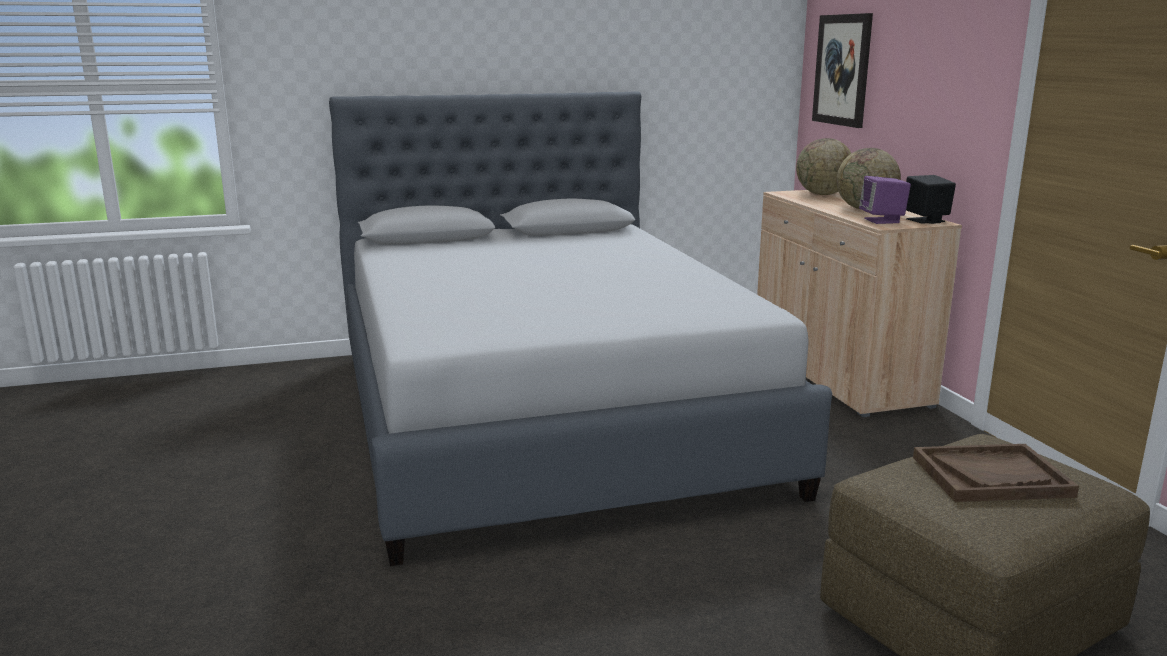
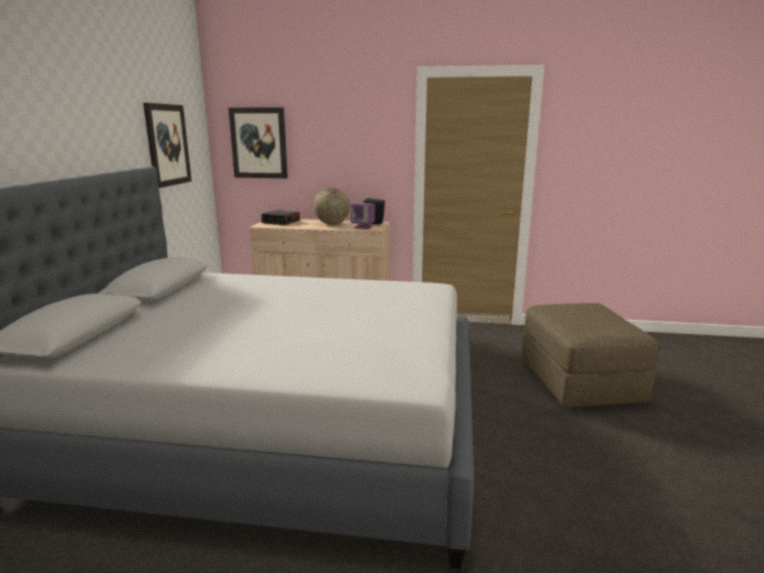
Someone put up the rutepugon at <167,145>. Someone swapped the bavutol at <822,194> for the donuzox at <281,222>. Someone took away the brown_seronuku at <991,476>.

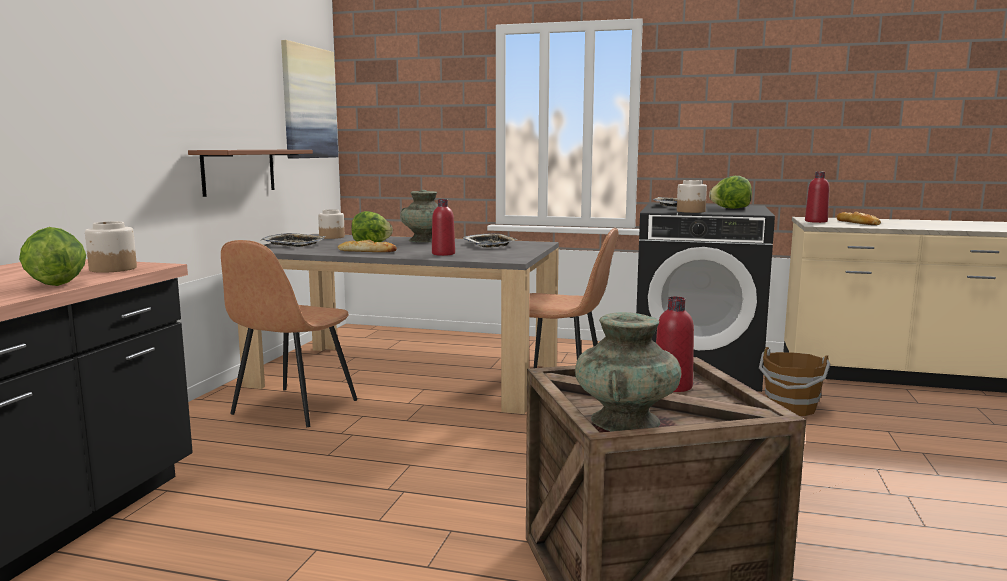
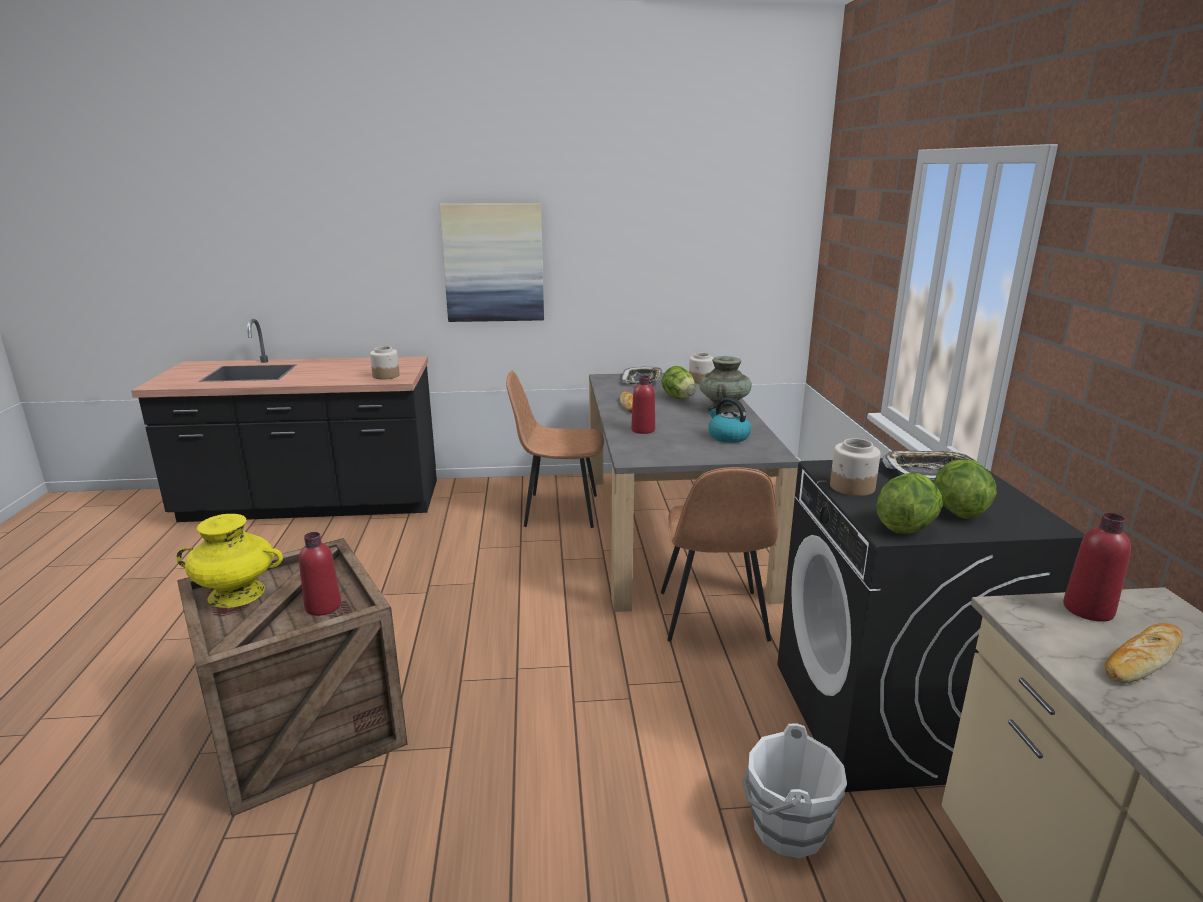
Someone repainted the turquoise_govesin at <625,420>, which became the yellow_govesin at <237,594>. Someone carried the rutepugon from <308,102> to <493,263>. Someone swapped the seronuku at <490,245> for the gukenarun at <728,437>. Someone repainted the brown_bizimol at <791,408>, which became the white_bizimol at <786,827>. Someone carried the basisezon from <56,284> to <905,527>. Someone took away the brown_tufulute at <239,171>.

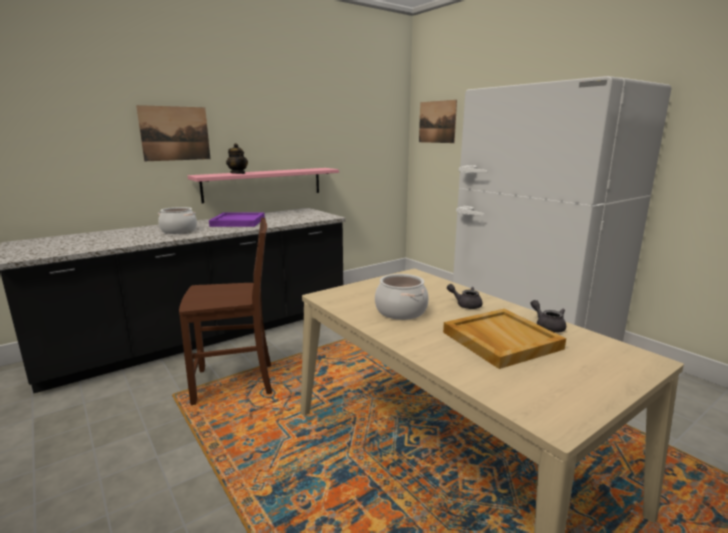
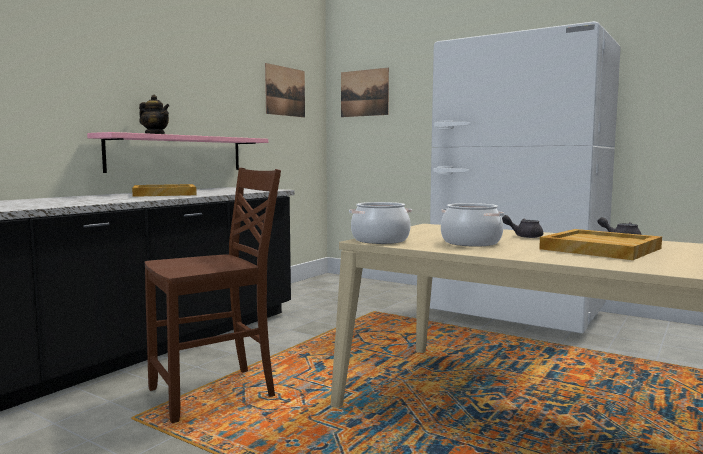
Someone repainted the purple_seronuku at <237,222>, which became the beige_seronuku at <164,194>. Someone carried the rutepugon from <175,133> to <285,91>. Someone carried the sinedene from <179,231> to <380,240>.

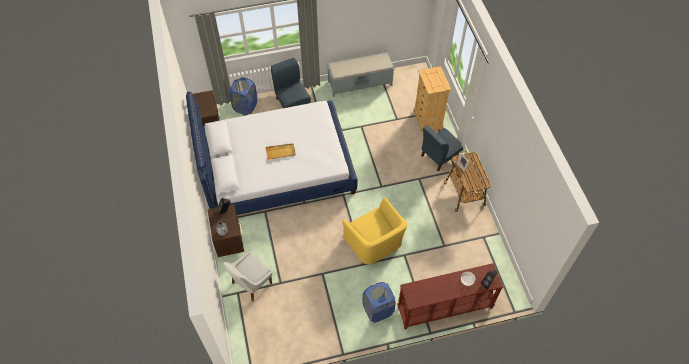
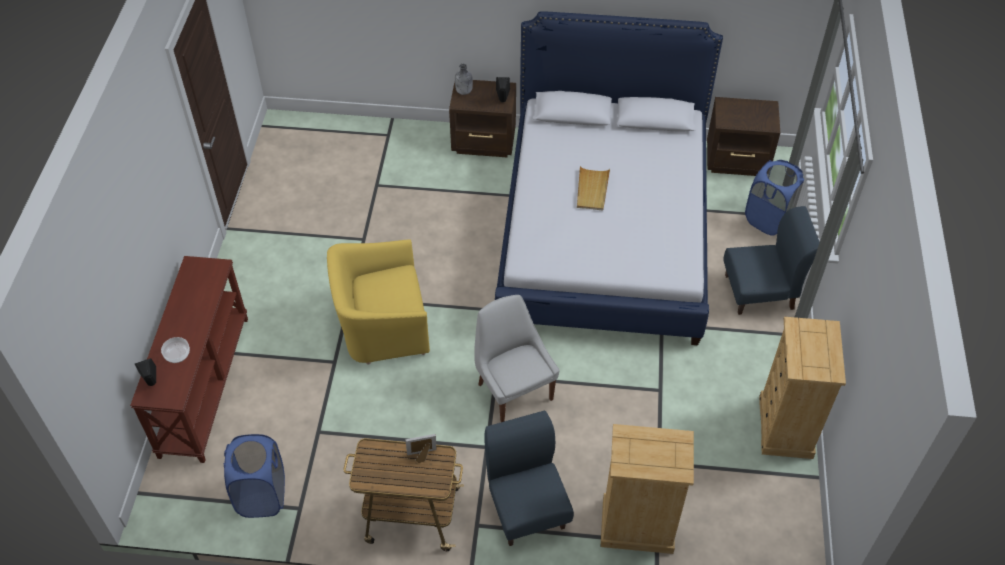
Someone carried the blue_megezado from <377,310> to <262,495>. Someone carried the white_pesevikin from <250,284> to <513,389>. Someone swapped the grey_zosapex at <360,83> for the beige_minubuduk at <785,427>.

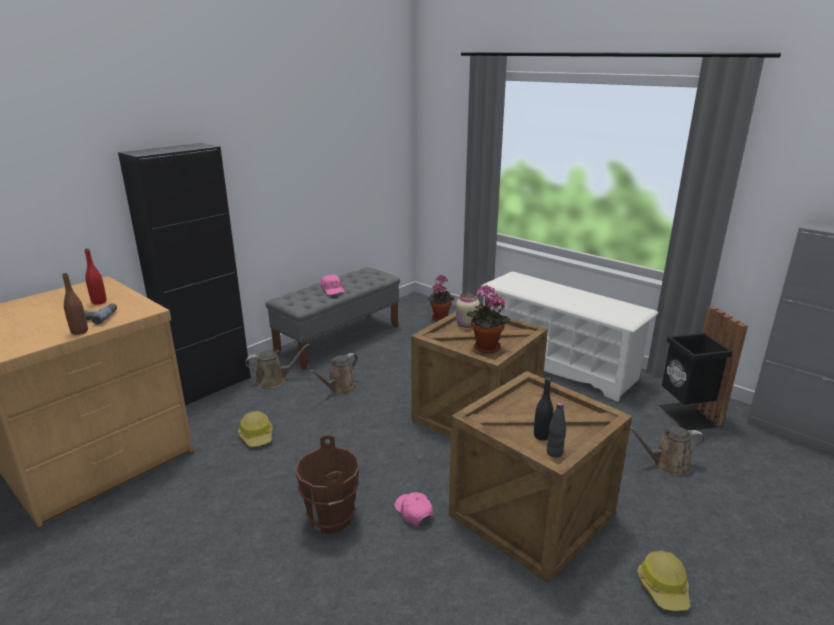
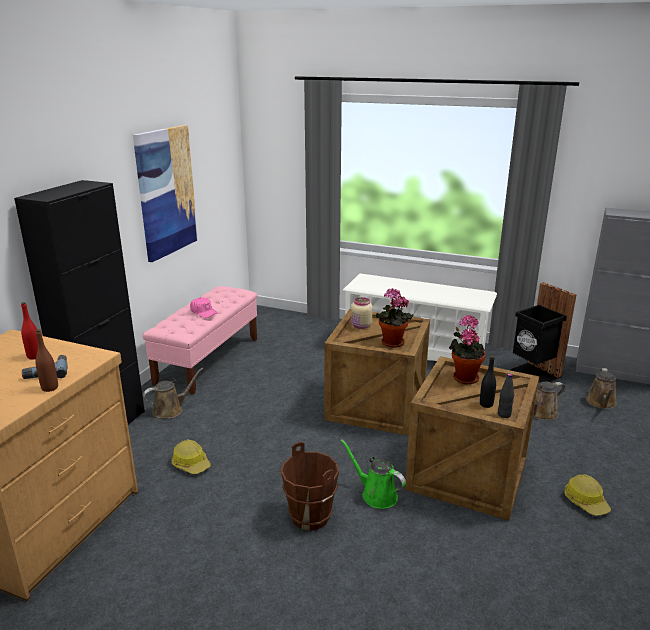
Someone put up the rutepugon at <166,192>. Someone repainted the grey_zosapex at <339,339>, which became the pink_zosapex at <208,360>. Someone swapped the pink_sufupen at <413,512> for the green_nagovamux at <376,495>. Someone carried the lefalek from <440,317> to <464,377>. Someone carried the brown_nagovamux from <340,388> to <601,403>.

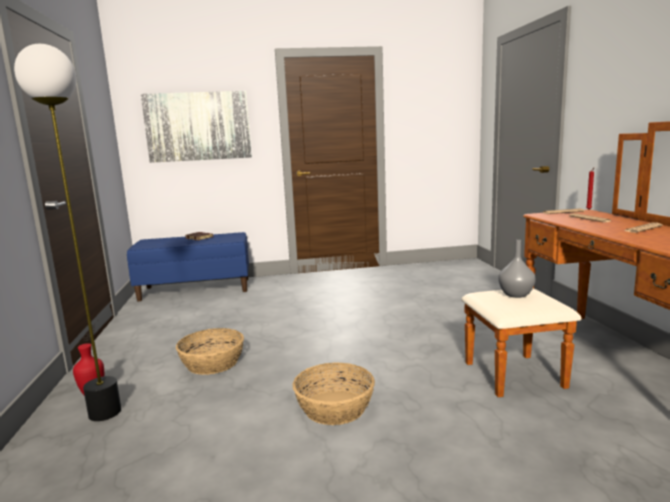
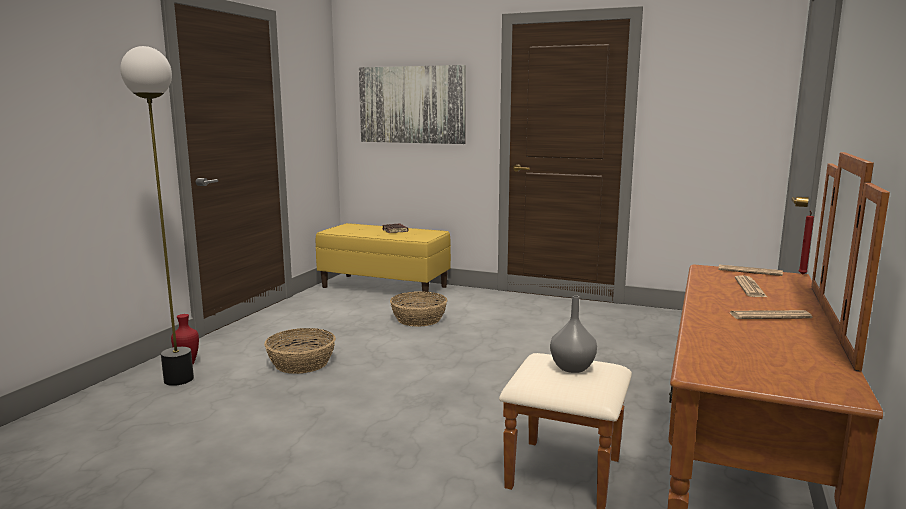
Someone repainted the blue_zosapex at <196,289>, which became the yellow_zosapex at <385,287>. Someone carried the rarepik from <334,407> to <419,319>.

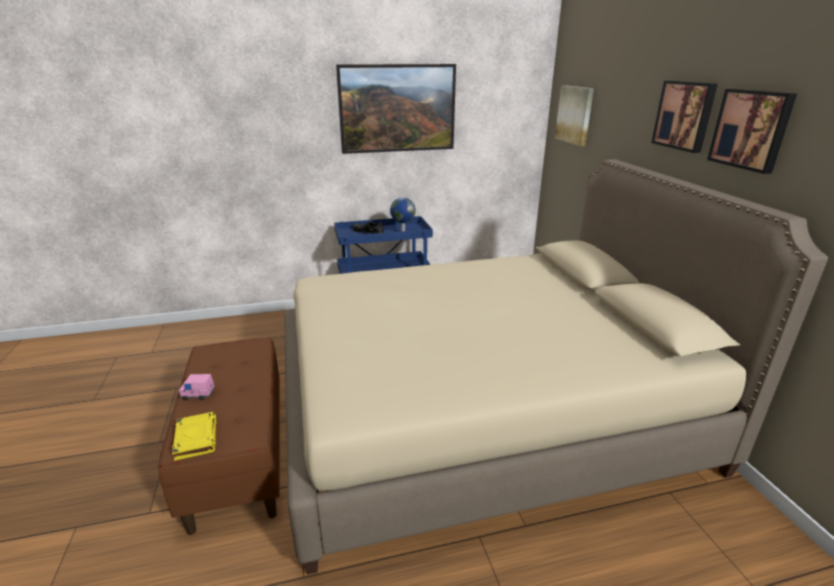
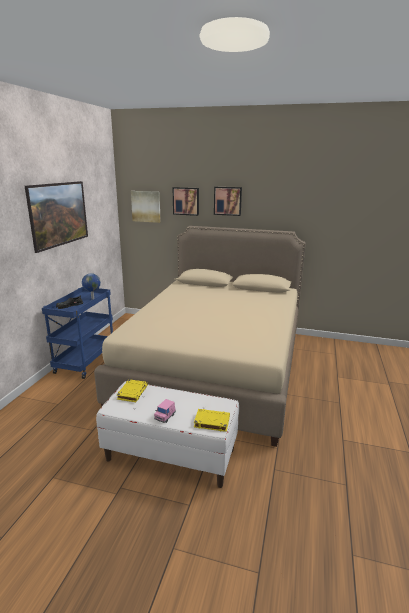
Someone repainted the brown_zosapex at <240,456>, which became the white_zosapex at <171,454>. Someone put down the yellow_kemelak at <132,392>. Someone carried the rutepugon from <751,129> to <186,201>.

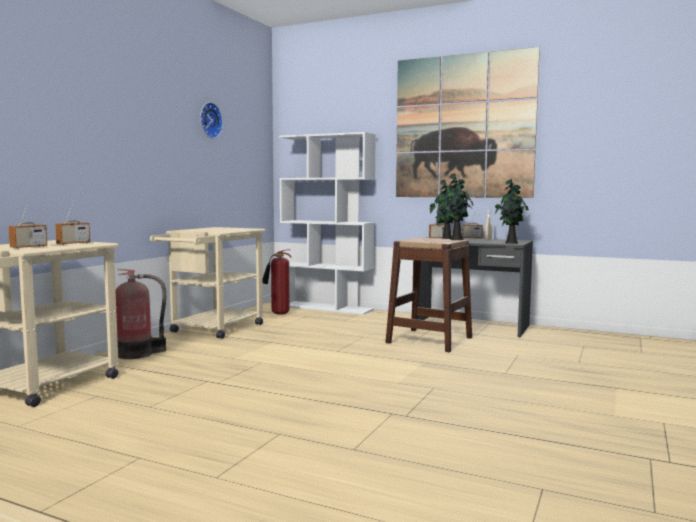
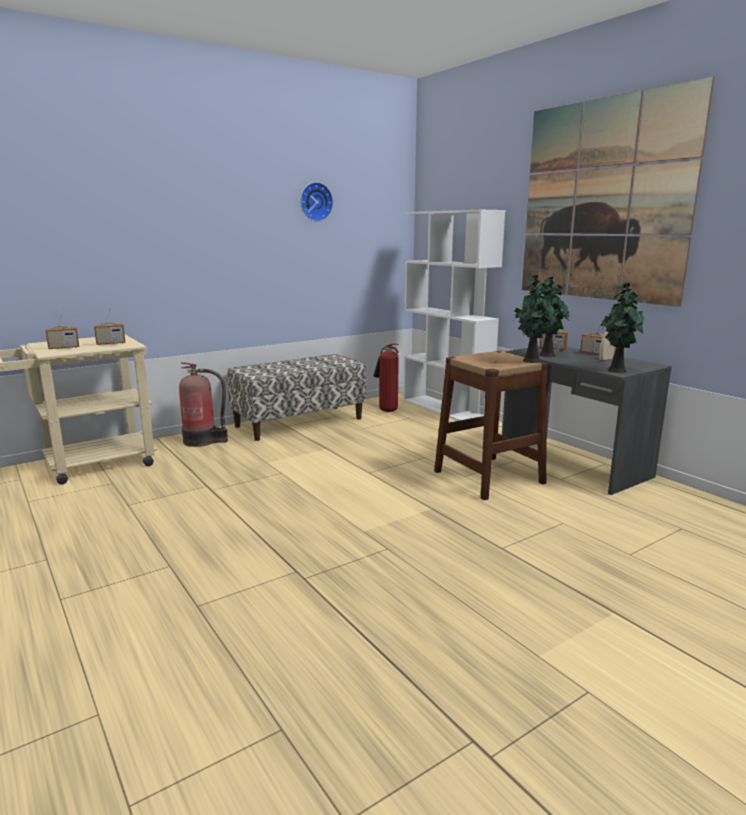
Someone swapped the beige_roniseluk at <212,330> for the zosapex at <299,422>.

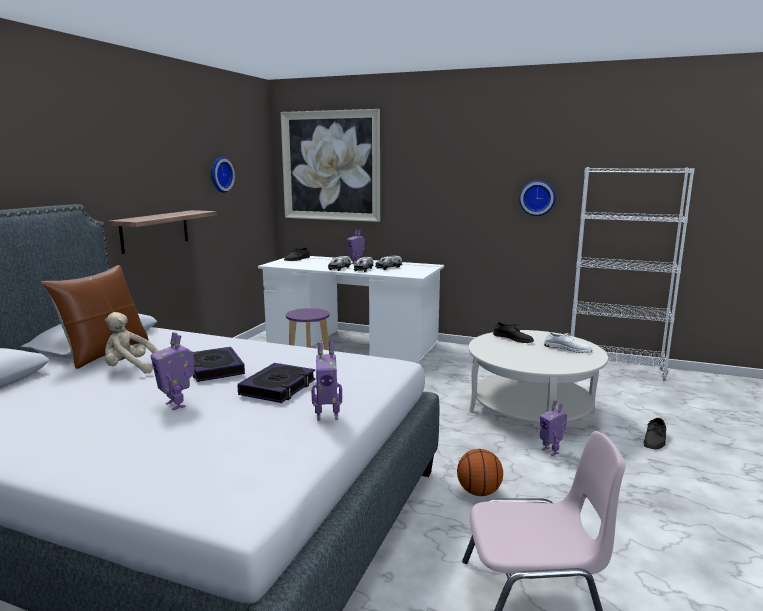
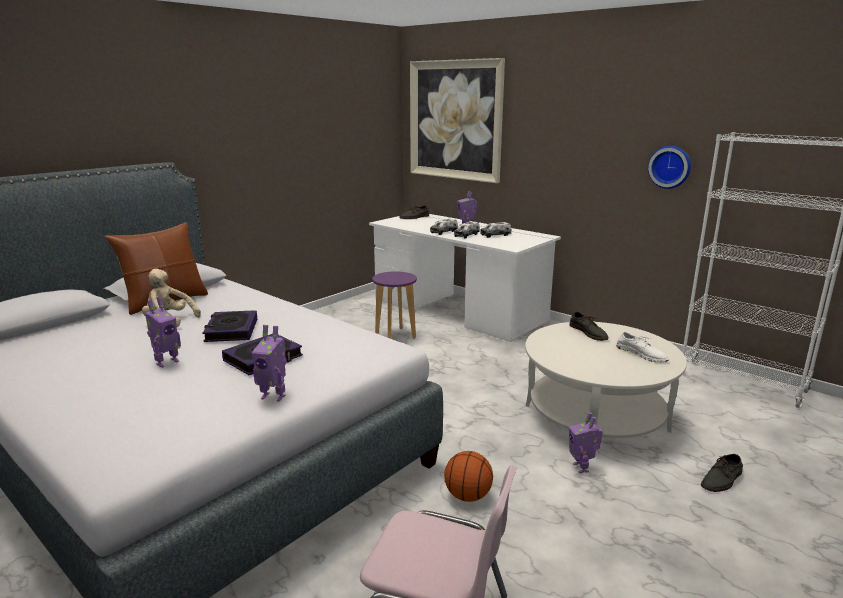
Someone rotated the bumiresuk at <177,405> by 120 degrees counterclockwise. Someone took away the tufulute at <155,231>. Someone took away the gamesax at <220,175>.

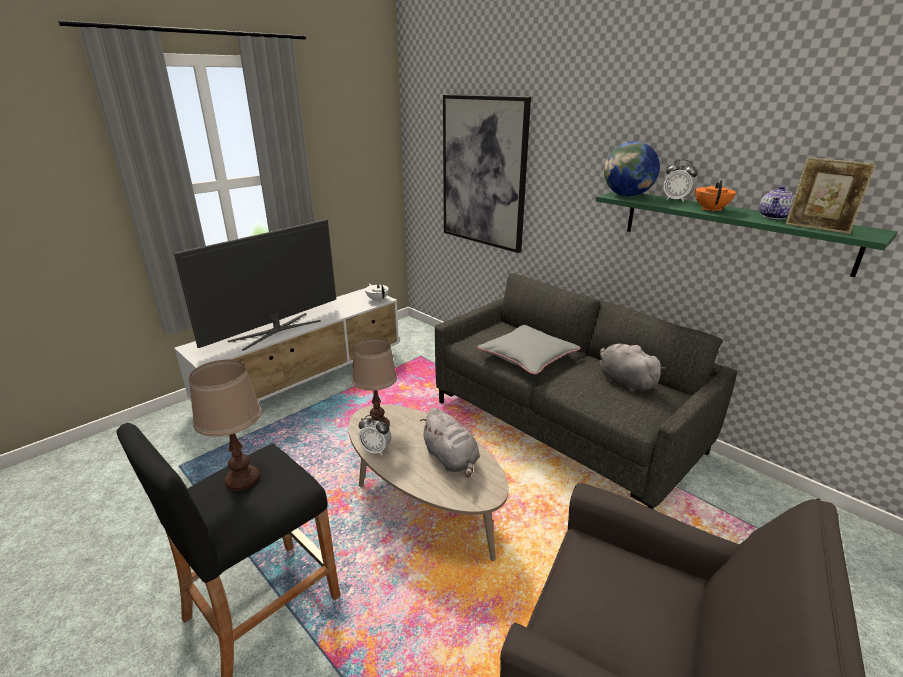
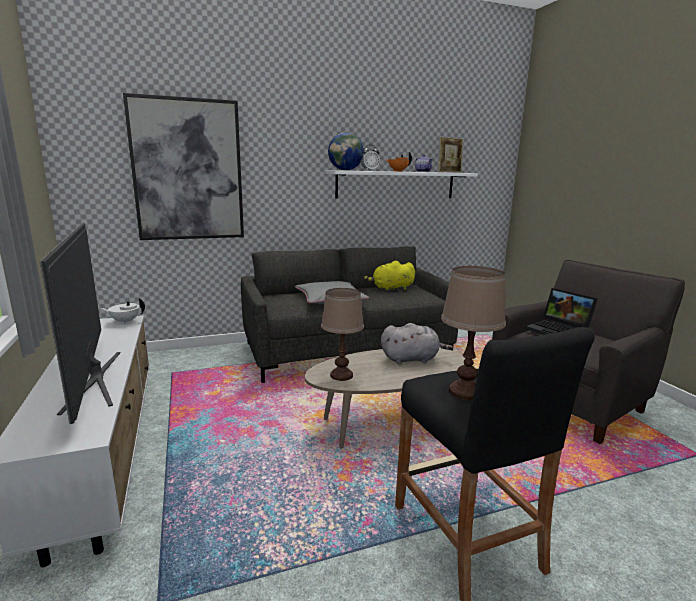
Someone repainted the green_tufulute at <731,229>, which became the white_tufulute at <396,185>. Someone repainted the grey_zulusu at <624,381>, which became the yellow_zulusu at <391,289>. Someone put down the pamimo at <559,331>. Someone took away the donuzox at <376,450>.

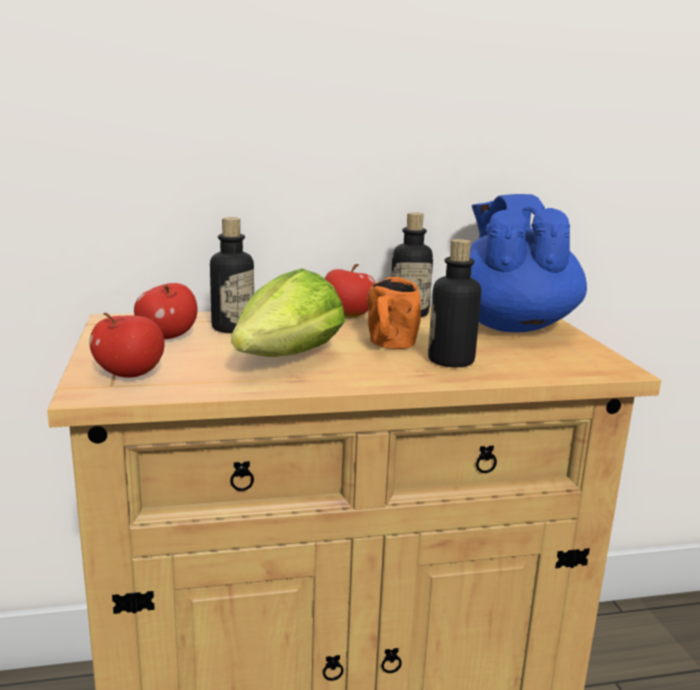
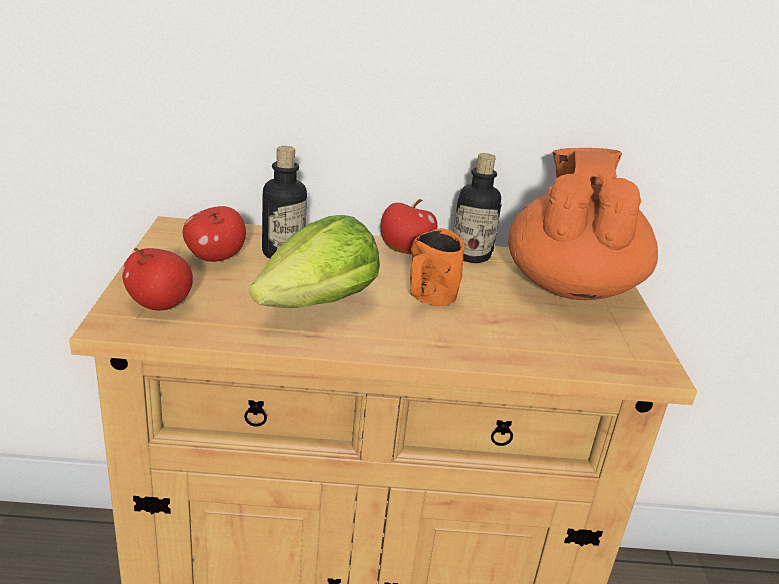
Someone repainted the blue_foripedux at <509,325>, which became the orange_foripedux at <571,285>. Someone took away the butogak at <451,361>.

